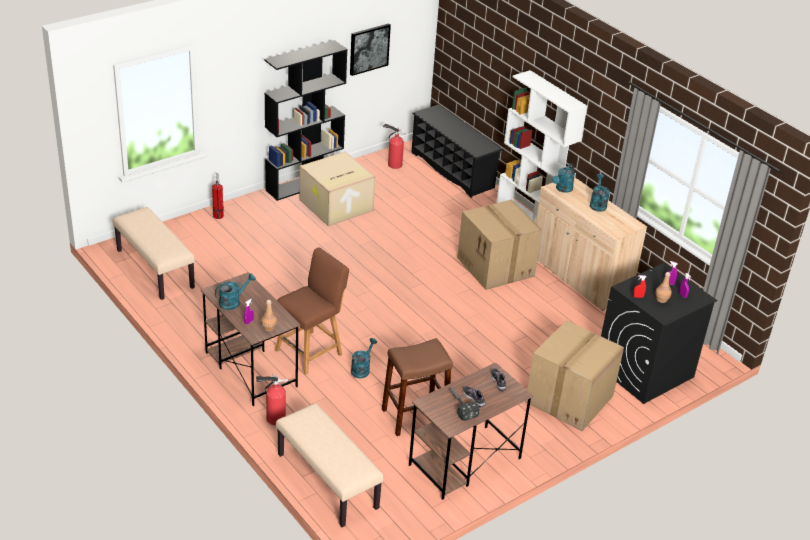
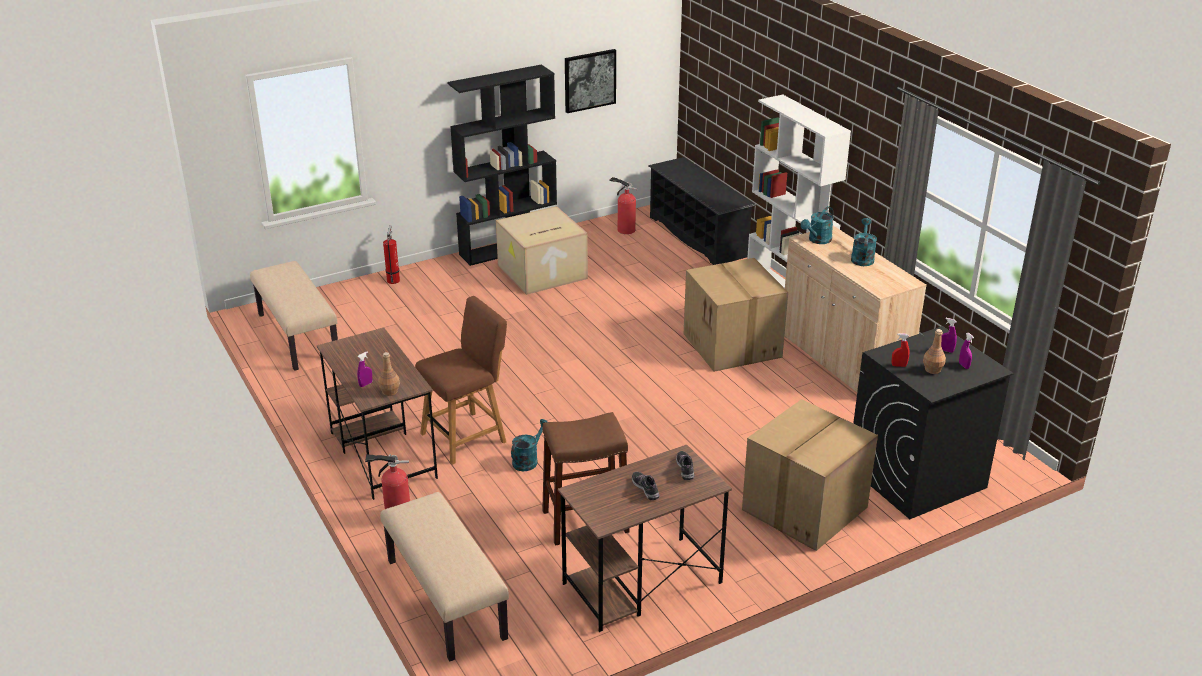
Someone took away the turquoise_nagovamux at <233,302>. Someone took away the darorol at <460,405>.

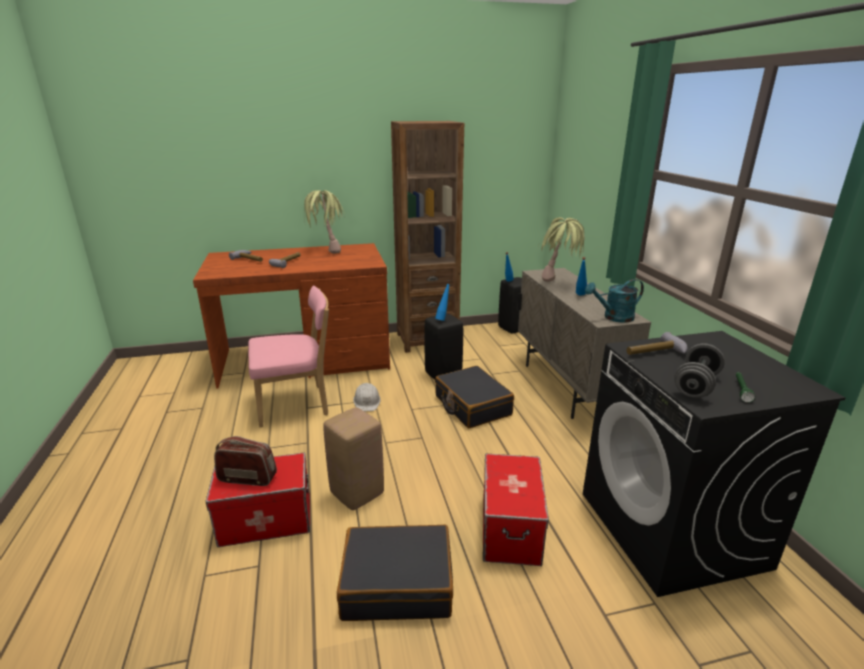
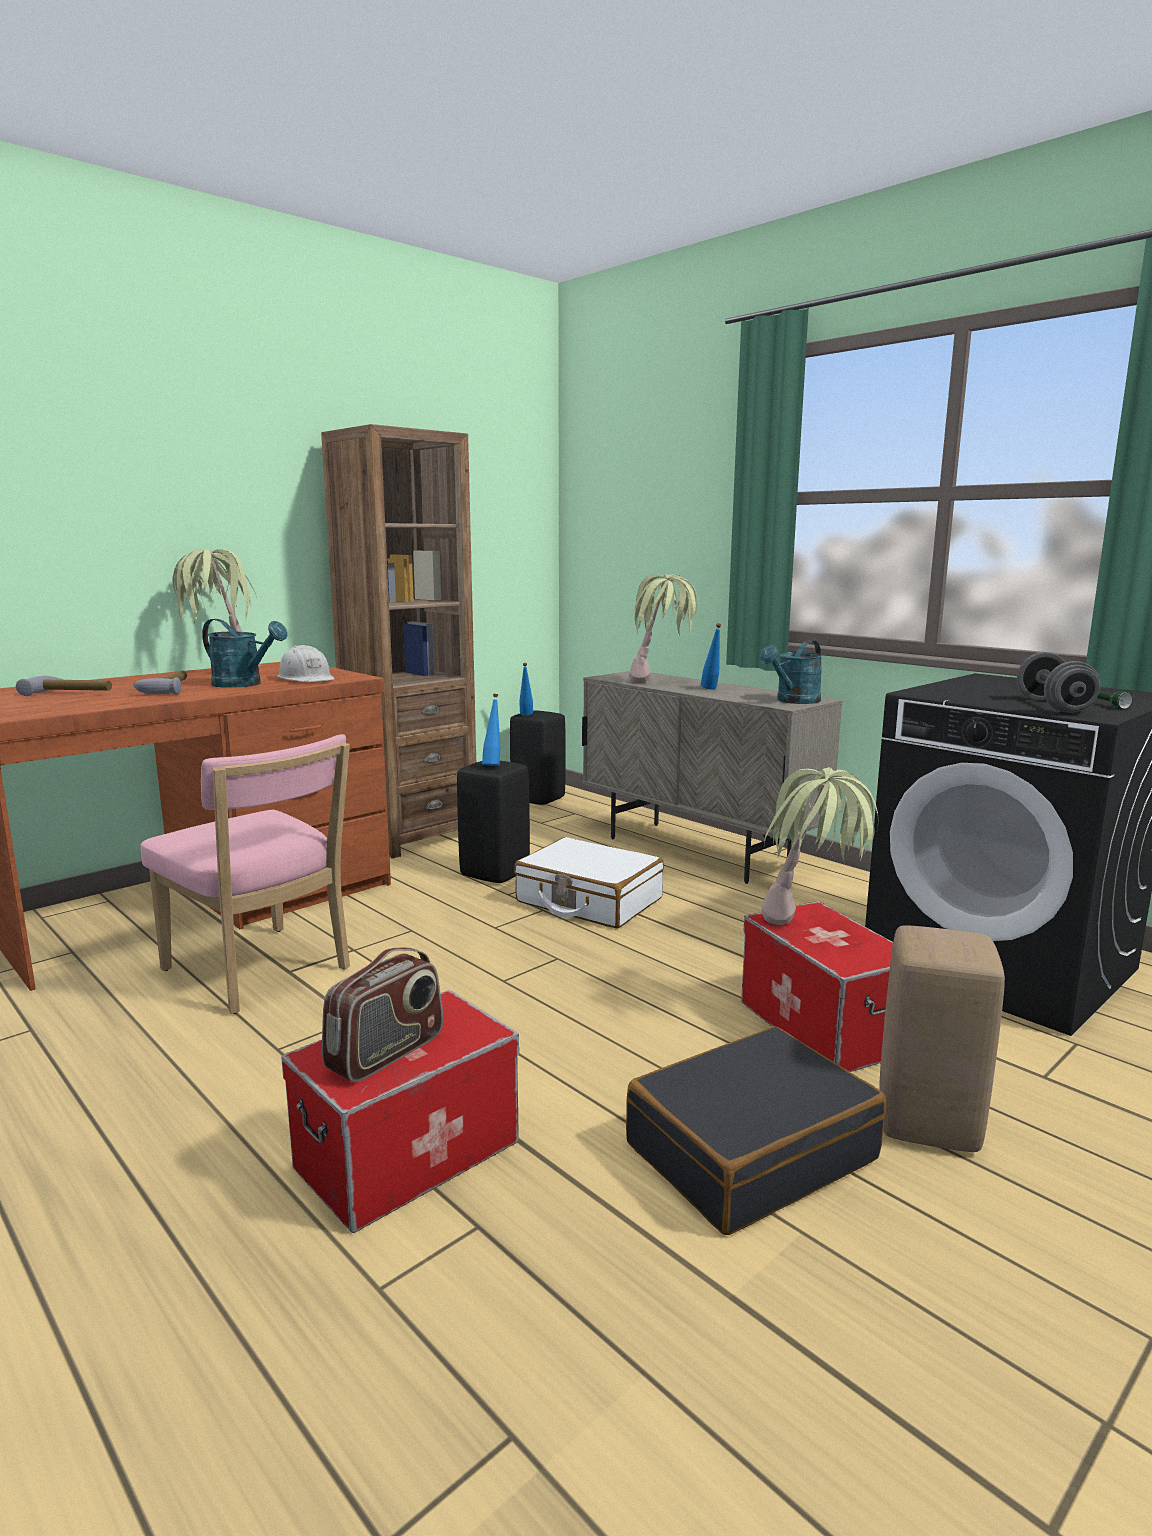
Someone rotated the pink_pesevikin at <296,405> by 90 degrees clockwise. Someone put down the turquoise_nagovamux at <244,684>. Someone carried the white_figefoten from <367,401> to <306,678>. Someone rotated the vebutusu at <248,478> by 150 degrees clockwise. Someone repainted the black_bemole at <472,406>, which became the white_bemole at <588,901>. Someone put down the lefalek at <813,931>. Someone carried the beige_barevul from <357,492> to <925,1121>. Someone took away the darorol at <656,353>.

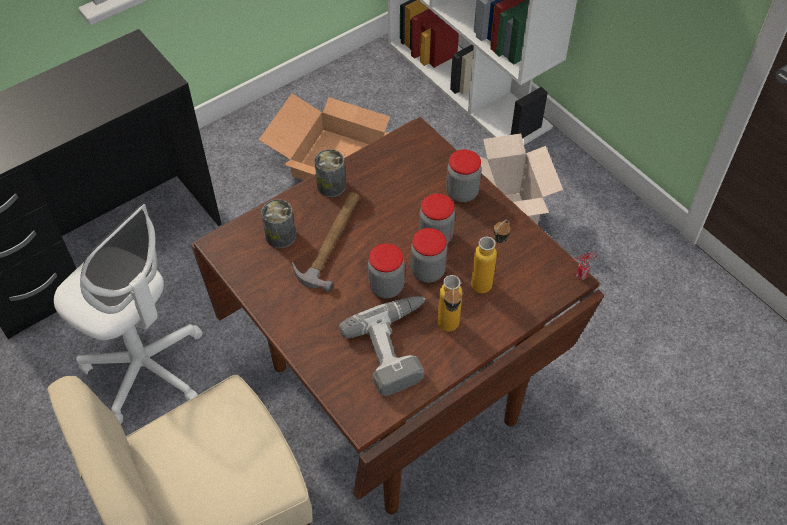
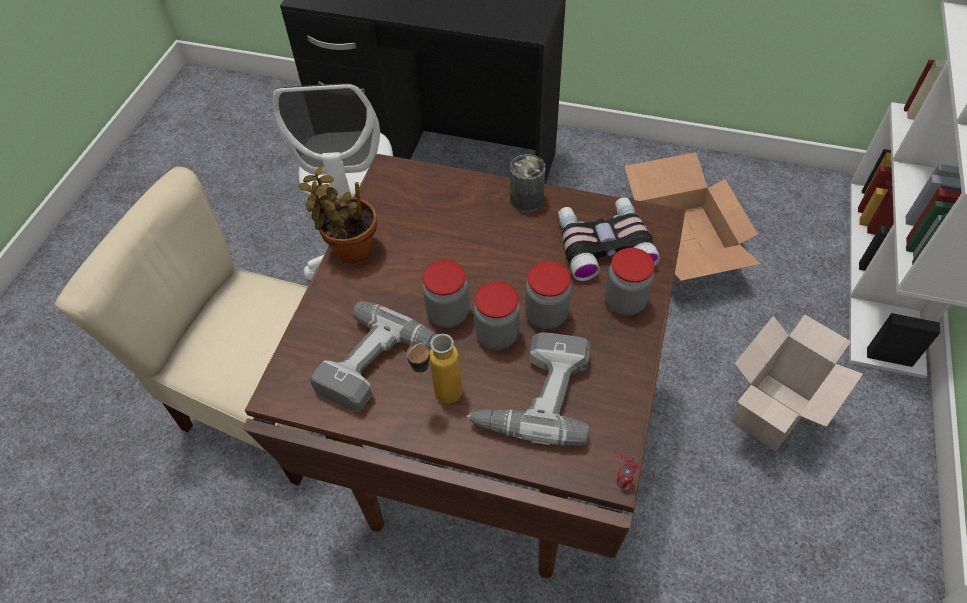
Someone put down the lefalek at <350,248>. Someone swapped the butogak at <487,280> for the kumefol at <533,394>. Someone put down the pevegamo at <603,244>. Someone took away the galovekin at <280,236>. Someone took away the darorol at <331,240>.

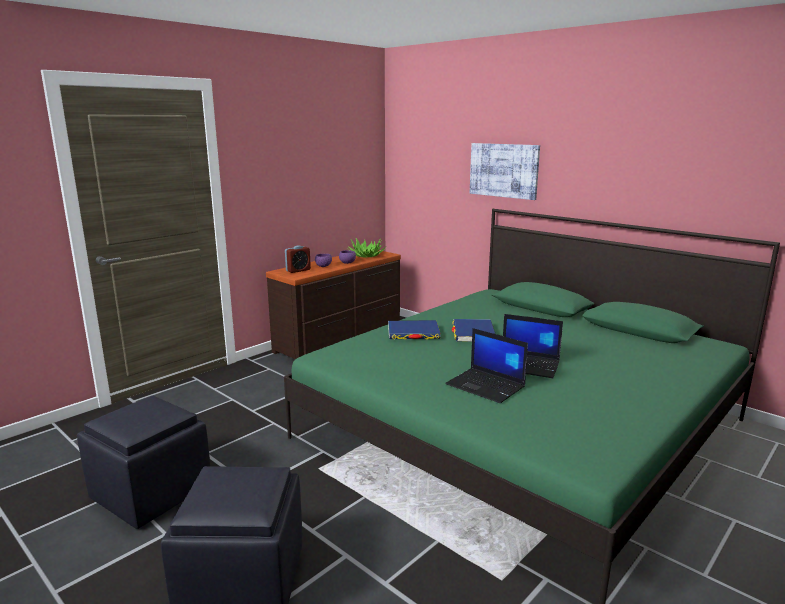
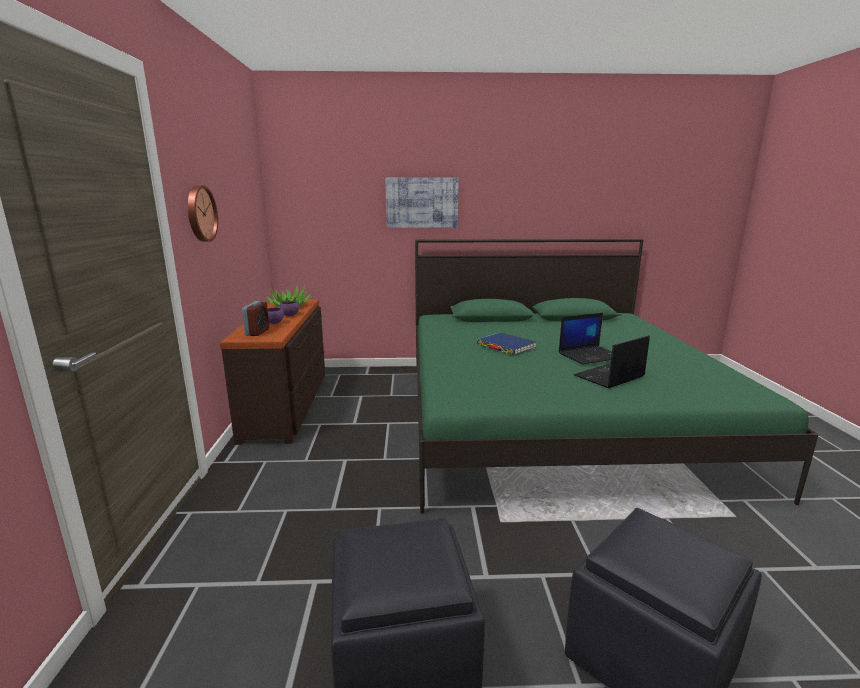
Someone put up the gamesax at <200,213>. Someone rotated the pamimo at <486,386> by 150 degrees clockwise. Someone took away the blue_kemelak at <413,333>.

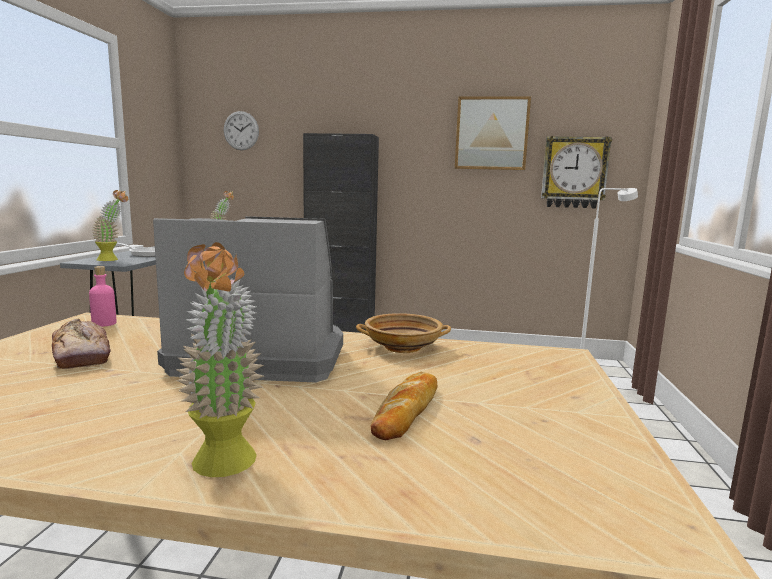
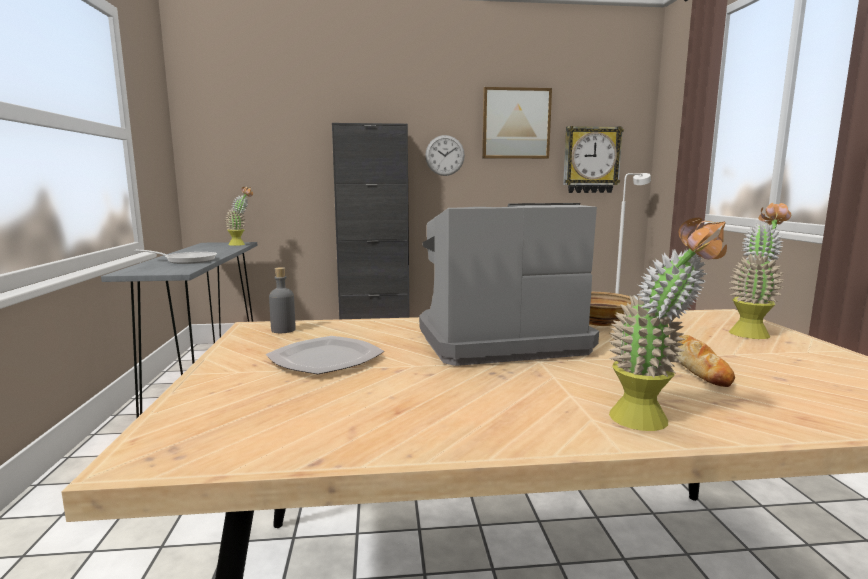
Someone swapped the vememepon at <82,355> for the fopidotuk at <327,359>. Someone repainted the pink_butogak at <104,323>, which became the grey_butogak at <283,330>. Someone carried the gamesax from <241,130> to <445,155>. Someone carried the lefalek from <113,259> to <752,332>.

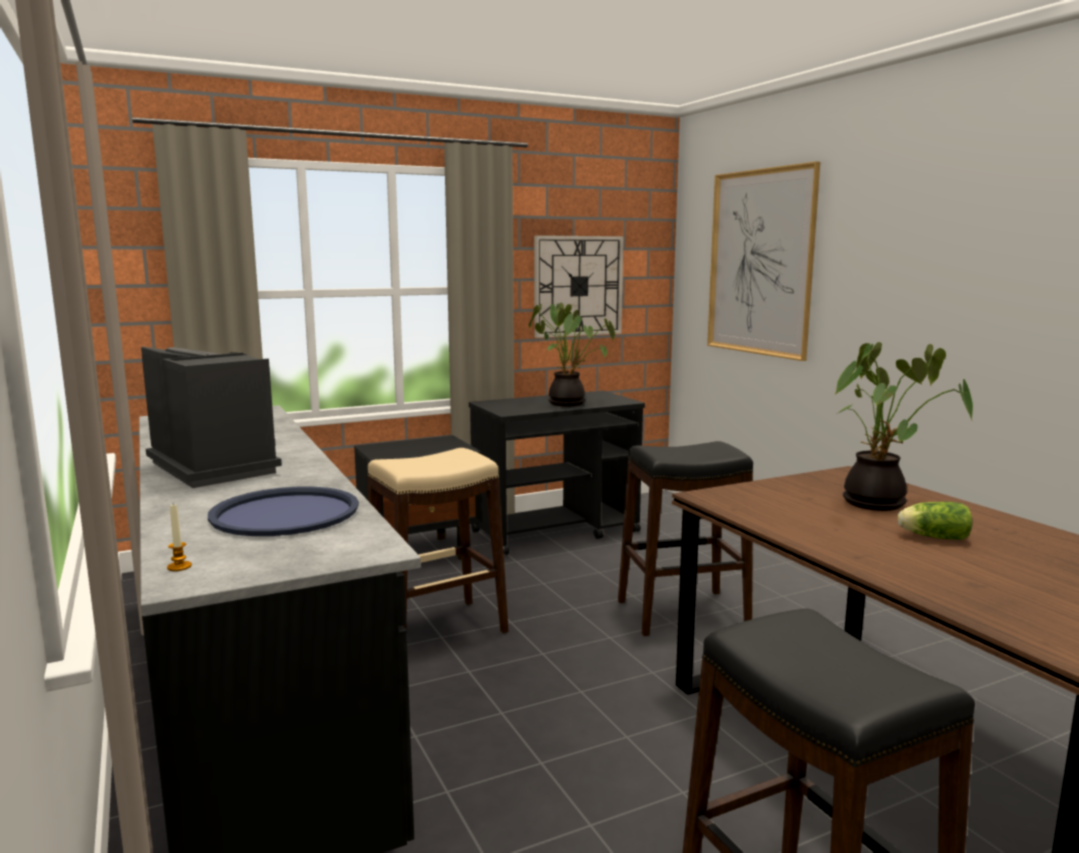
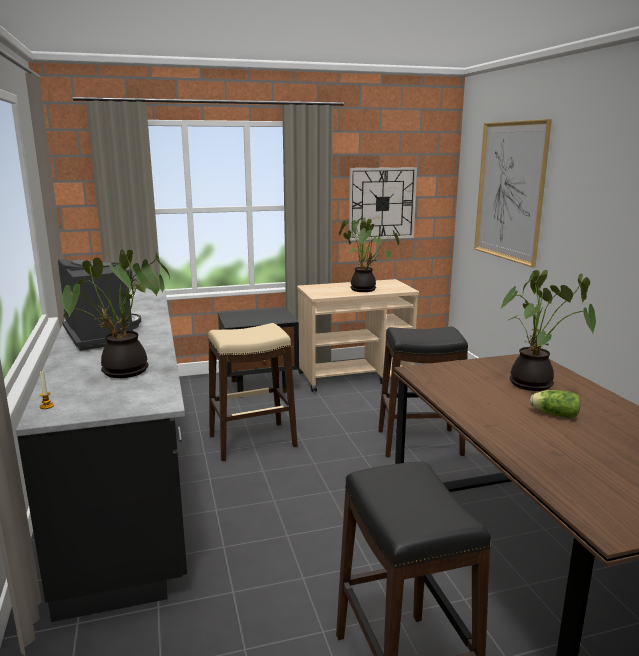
Someone swapped the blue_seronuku at <285,513> for the lefalek at <123,373>. Someone repainted the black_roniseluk at <556,531>, which became the beige_roniseluk at <355,377>.

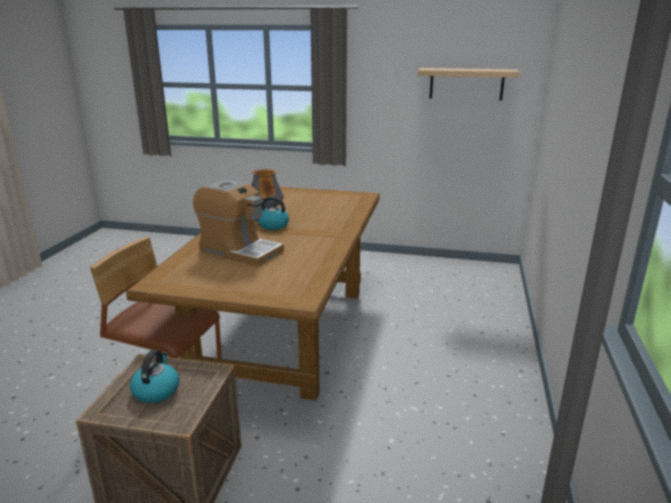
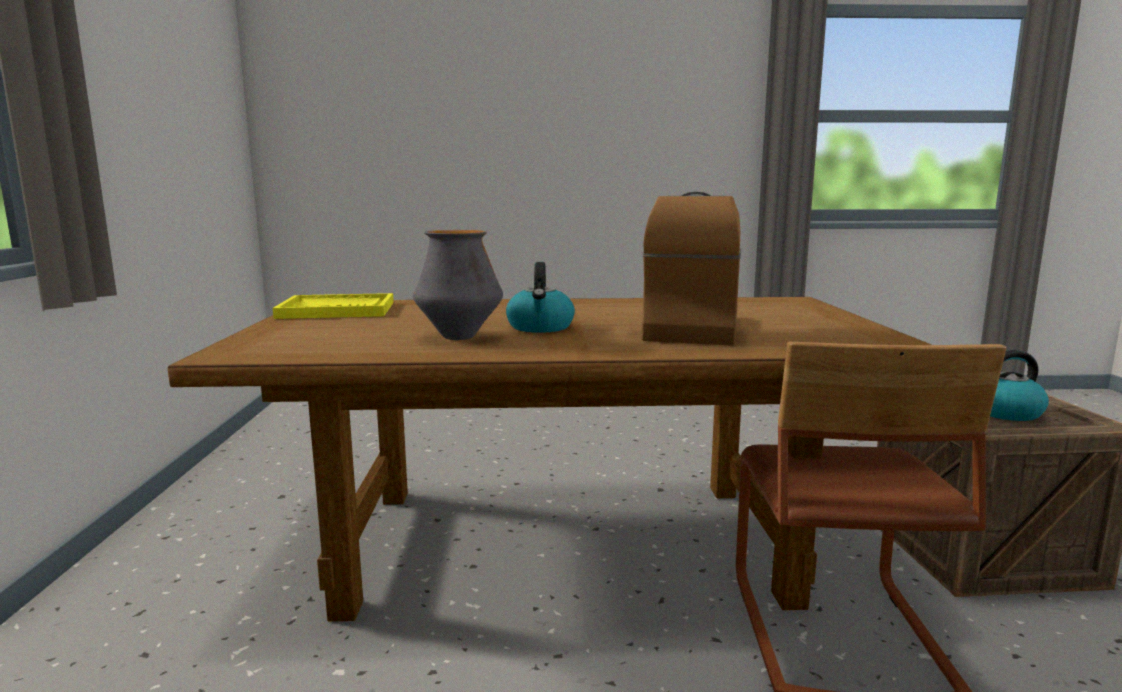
Someone put down the yellow_seronuku at <337,310>. Someone took away the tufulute at <466,84>.

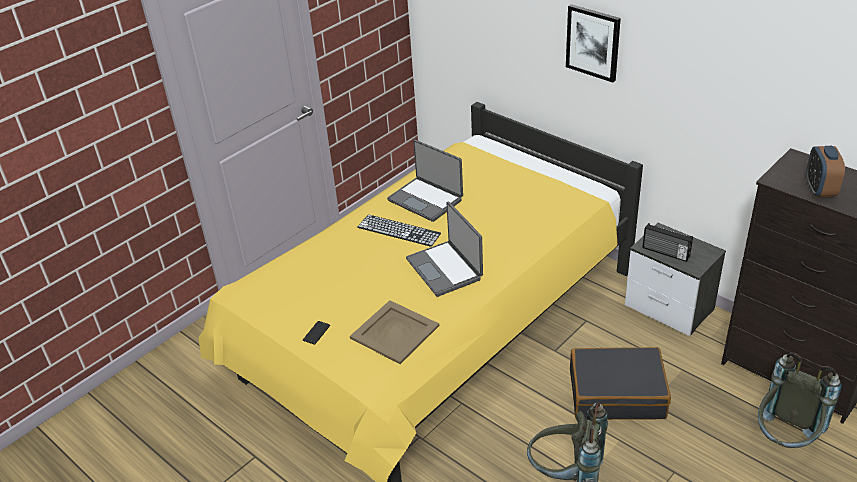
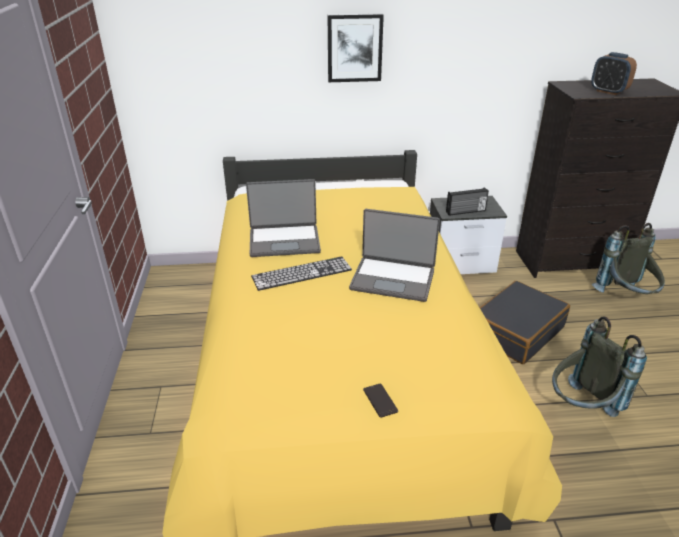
Someone took away the beige_seronuku at <395,332>.

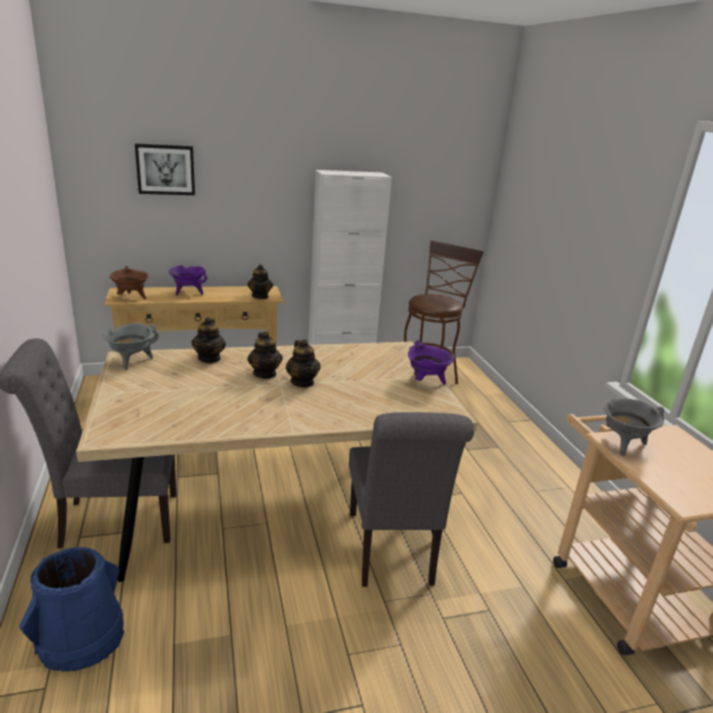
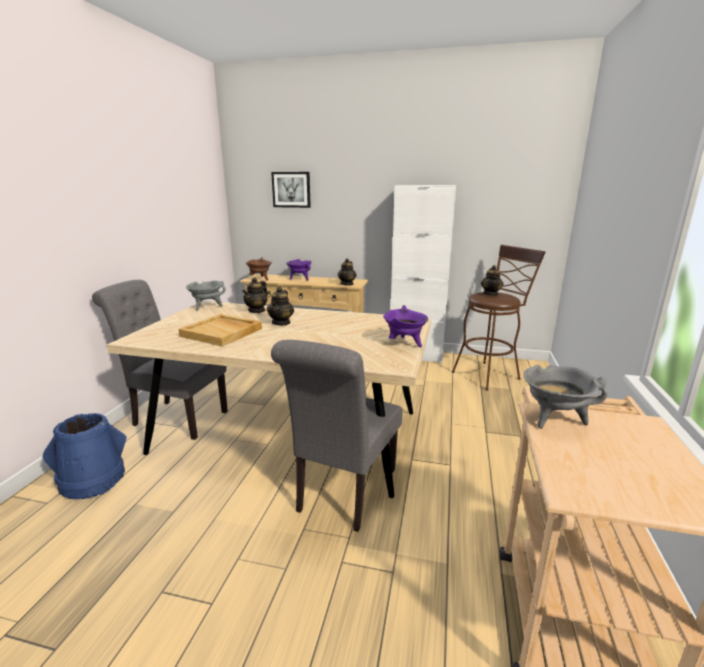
Someone put down the beige_seronuku at <222,332>. Someone carried the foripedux from <302,382> to <491,294>.

